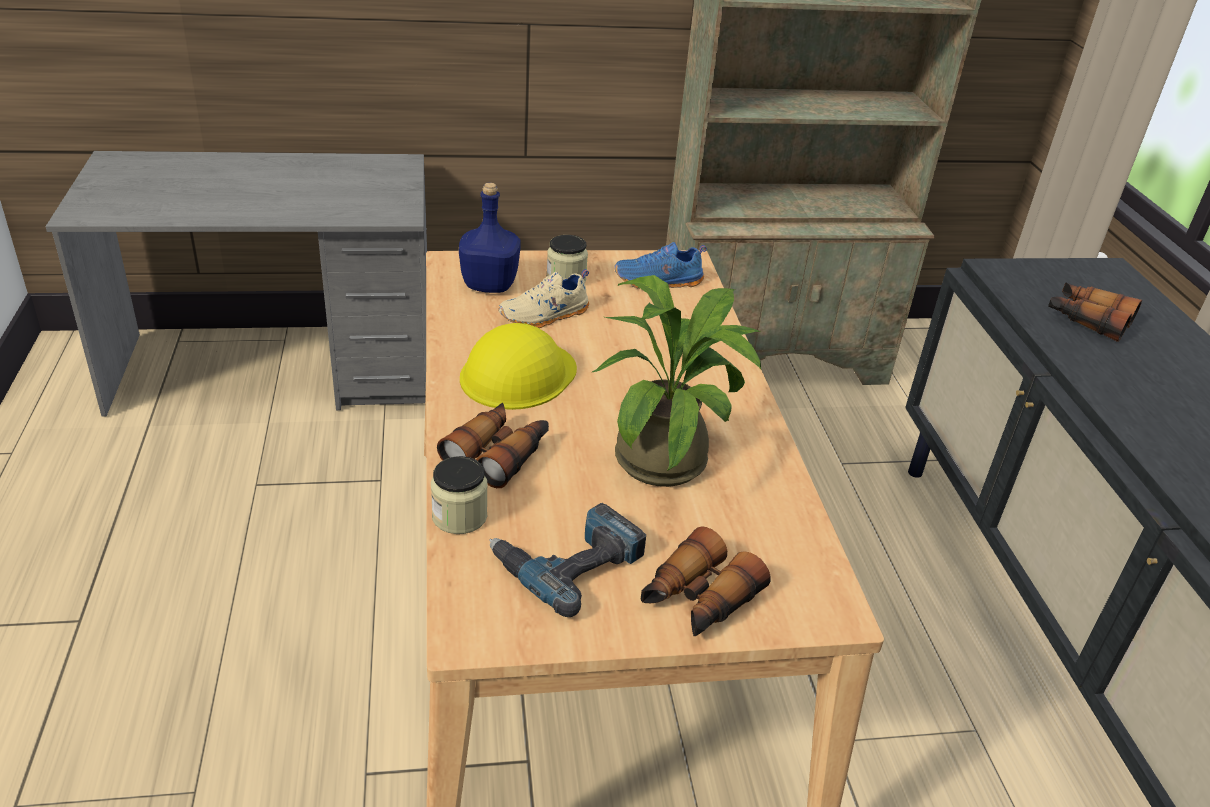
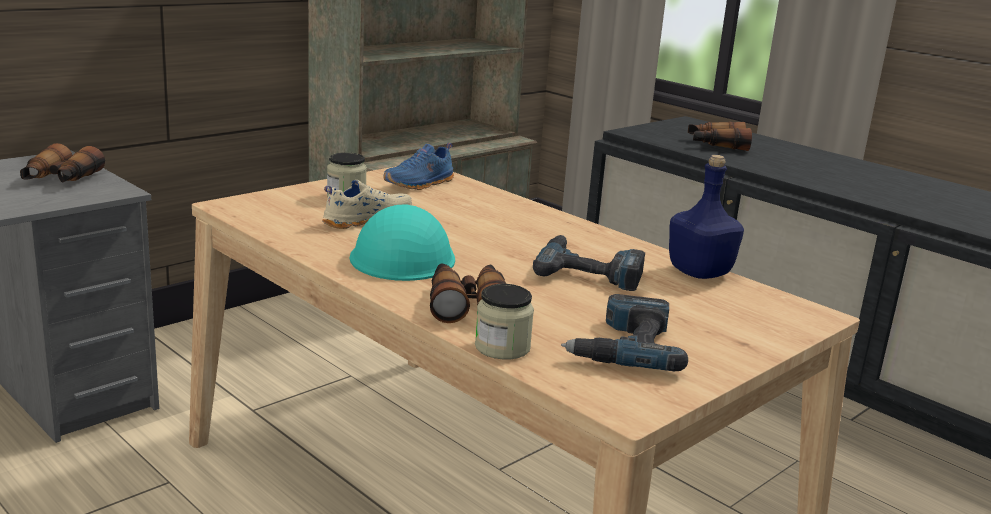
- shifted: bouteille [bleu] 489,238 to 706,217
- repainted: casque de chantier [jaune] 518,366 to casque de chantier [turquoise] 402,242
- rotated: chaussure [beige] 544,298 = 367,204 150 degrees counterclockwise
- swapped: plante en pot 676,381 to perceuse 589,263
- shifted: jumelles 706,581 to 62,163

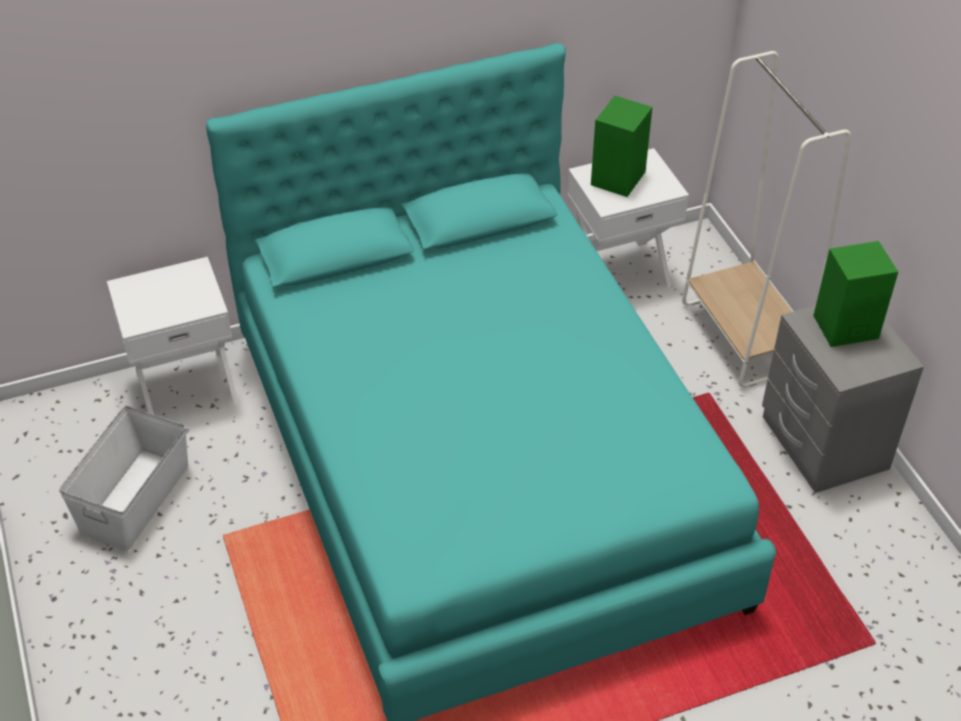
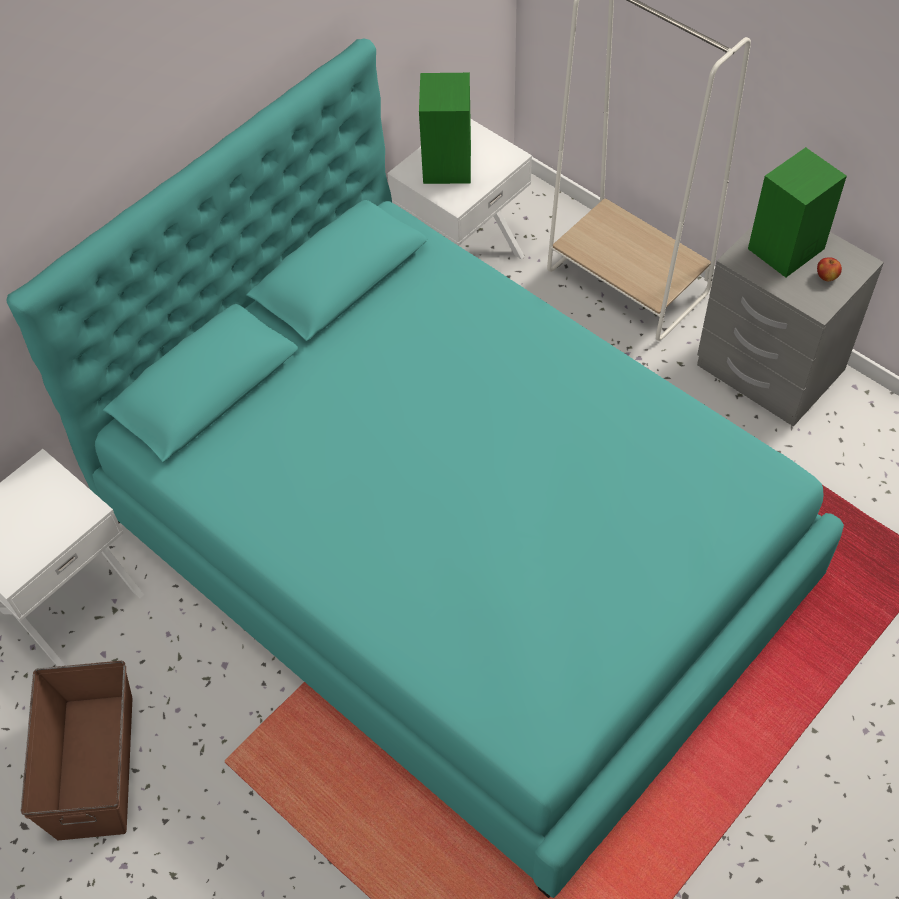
- repainted: boîte de rangement [blanc] 123,478 to boîte de rangement [marron] 76,750
- new: pomme 829,269

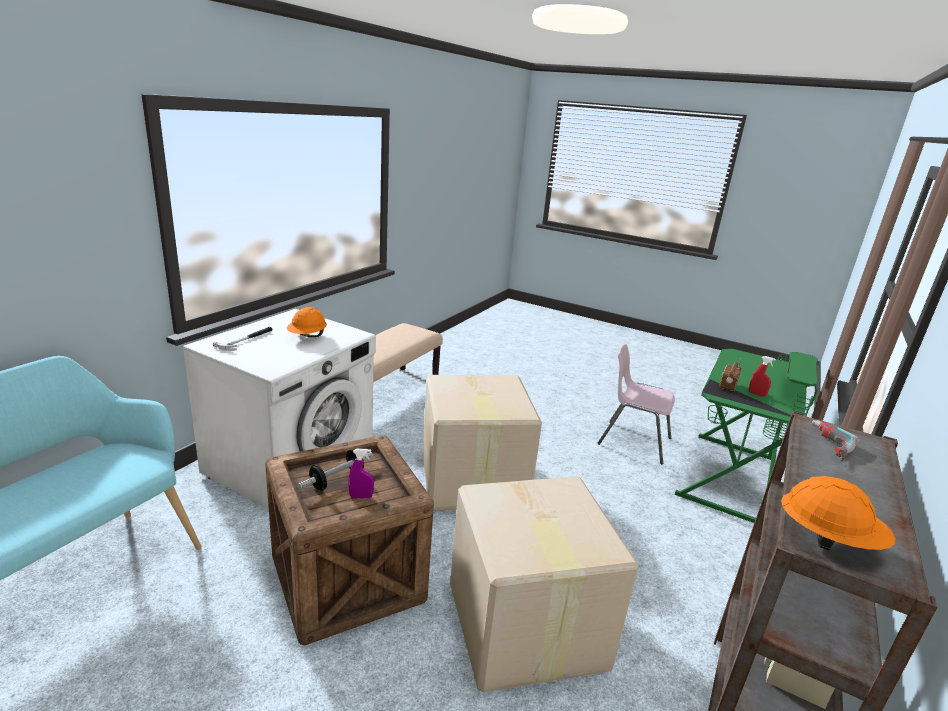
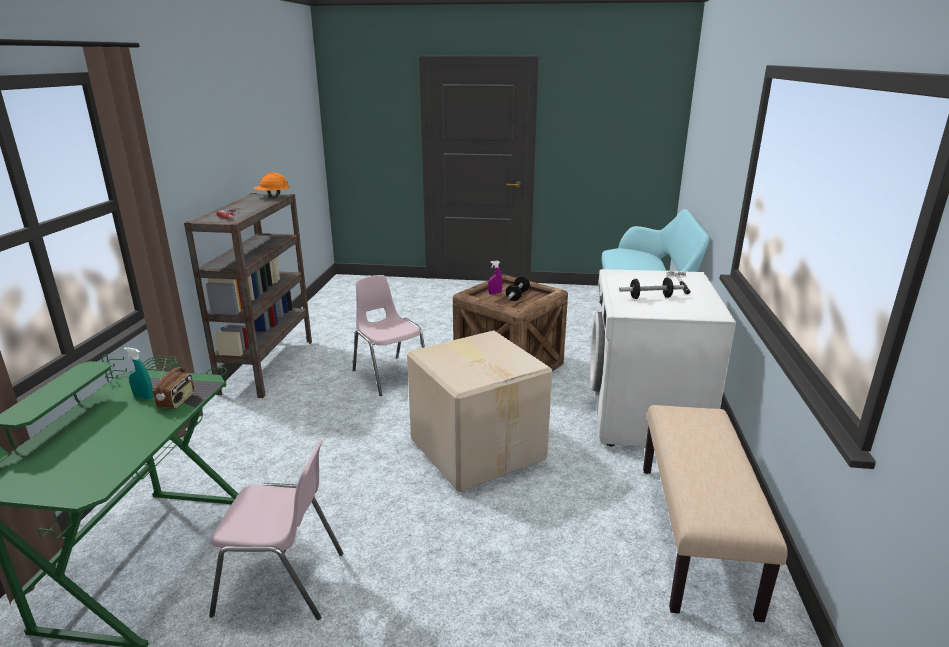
- swapped: casque de chantier [orange] 307,322 to haltère 651,288
- swapped: carton 544,584 to chaise [rose] 389,335
- repainted: vaporisateur [rouge] 762,376 to vaporisateur [turquoise] 139,374

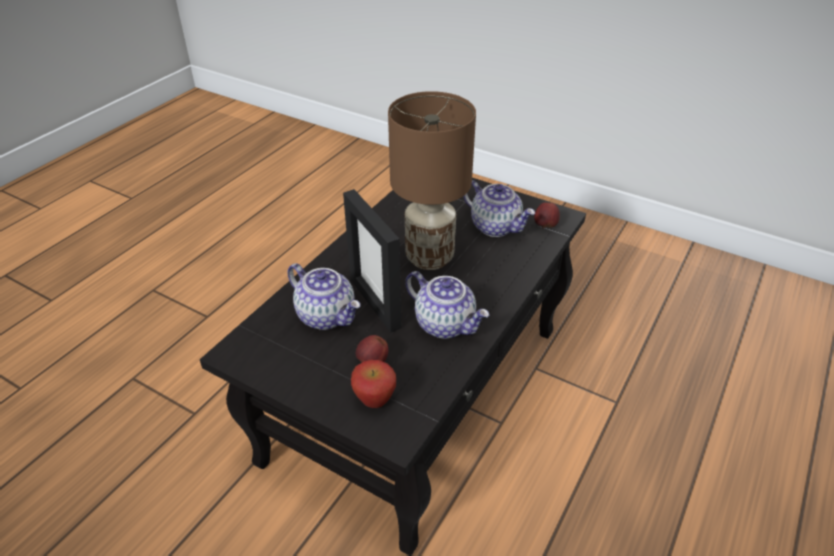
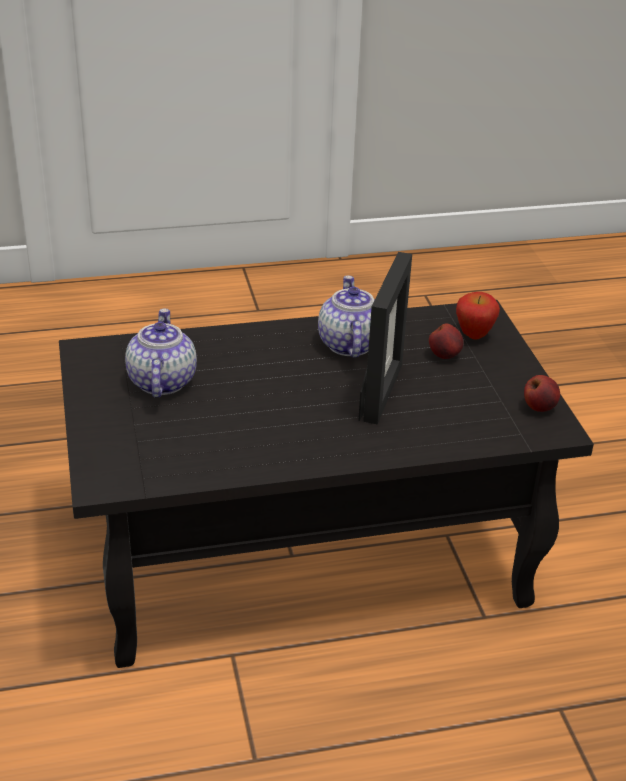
- gone: théière 323,296
- gone: lampe de table [marron] 432,180
- shifted: pomme 547,215 to 542,393

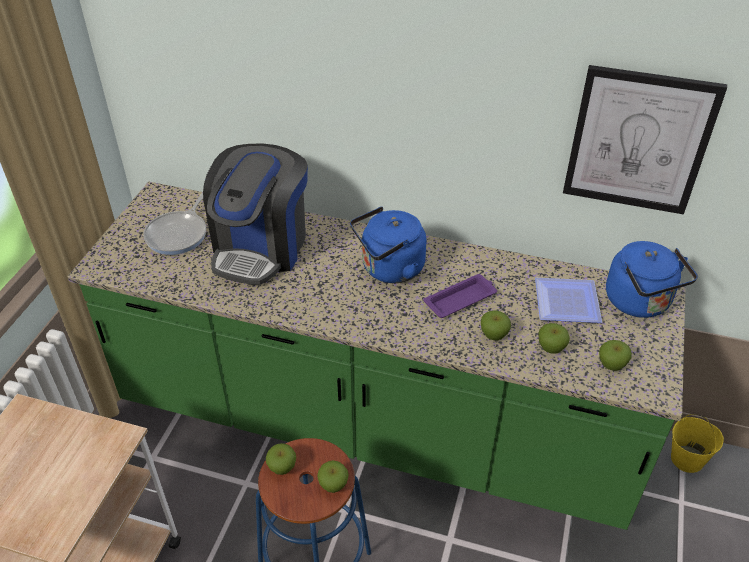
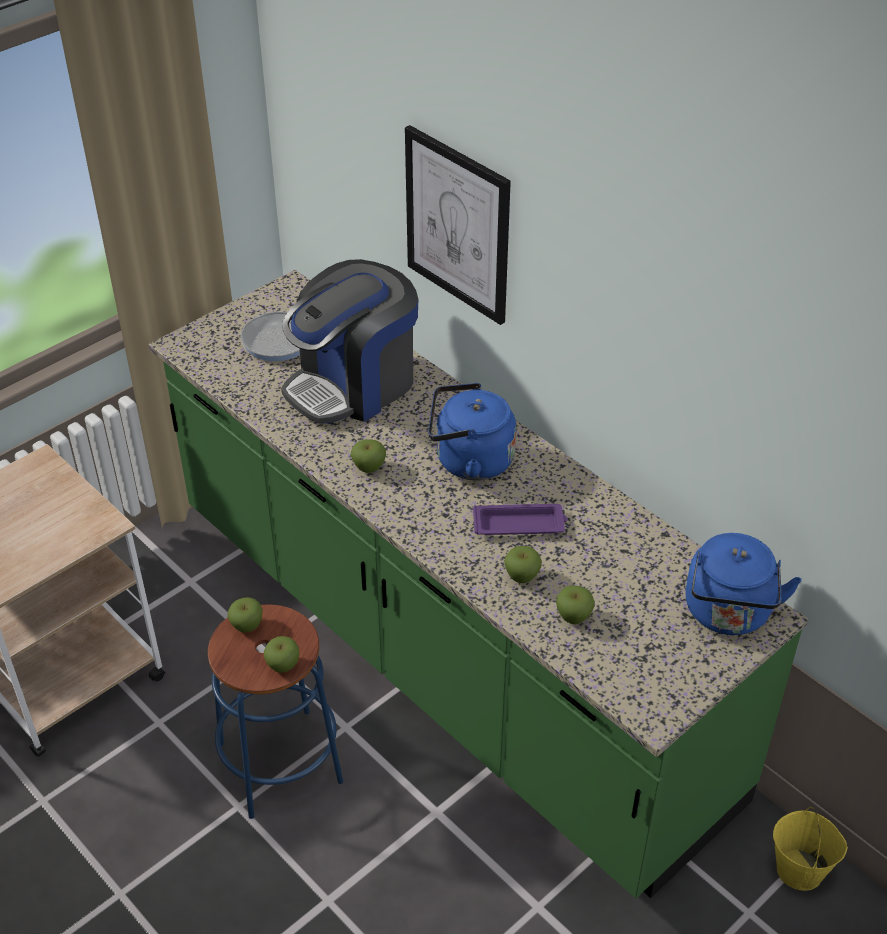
- gone: assiette 568,300
- shifted: tableau 645,140 to 458,225
- shifted: pomme 615,355 to 368,456

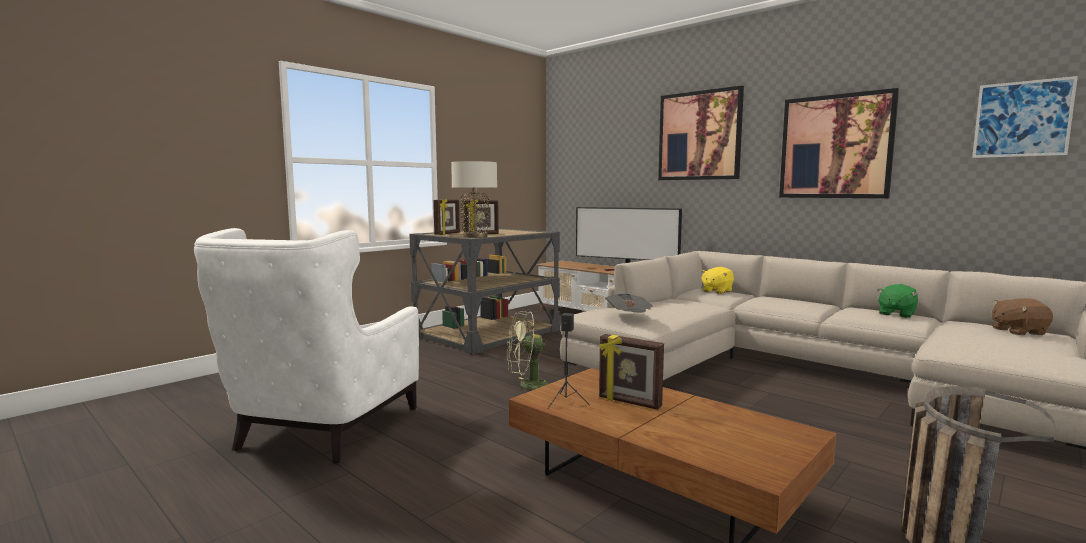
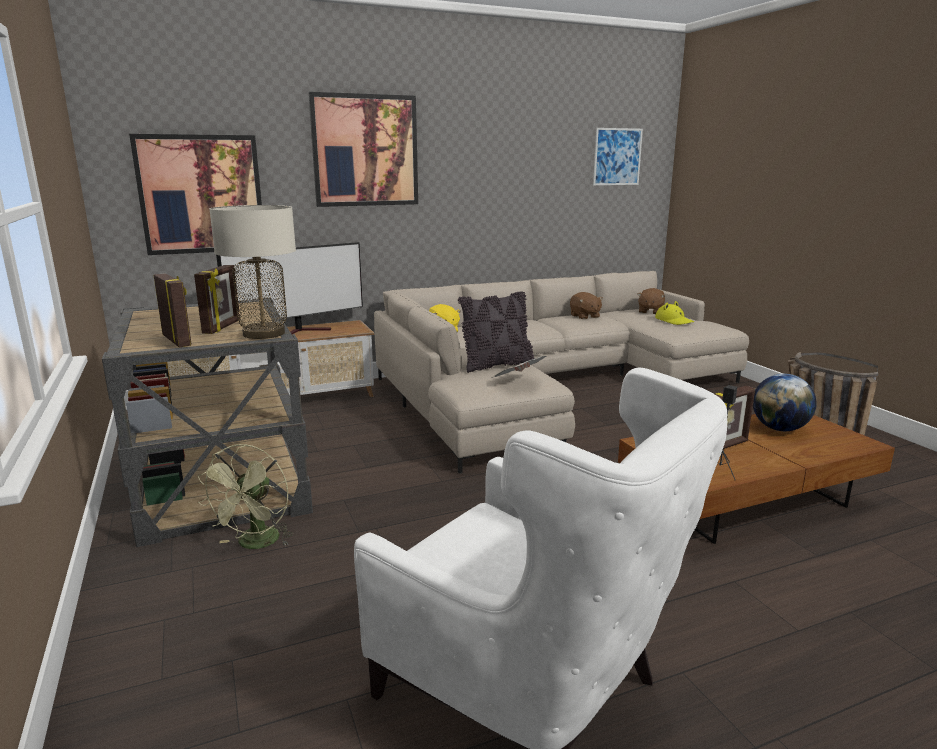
- shifted: ventilateur [vert] 527,350 to 246,496
- shifted: tableau 839,143 to 195,194
- repainted: peluche [vert] 897,301 to peluche [marron] 586,305
- new: coussin [noir] 496,332
- new: chapeau [jaune] 674,313
- new: globe 785,402

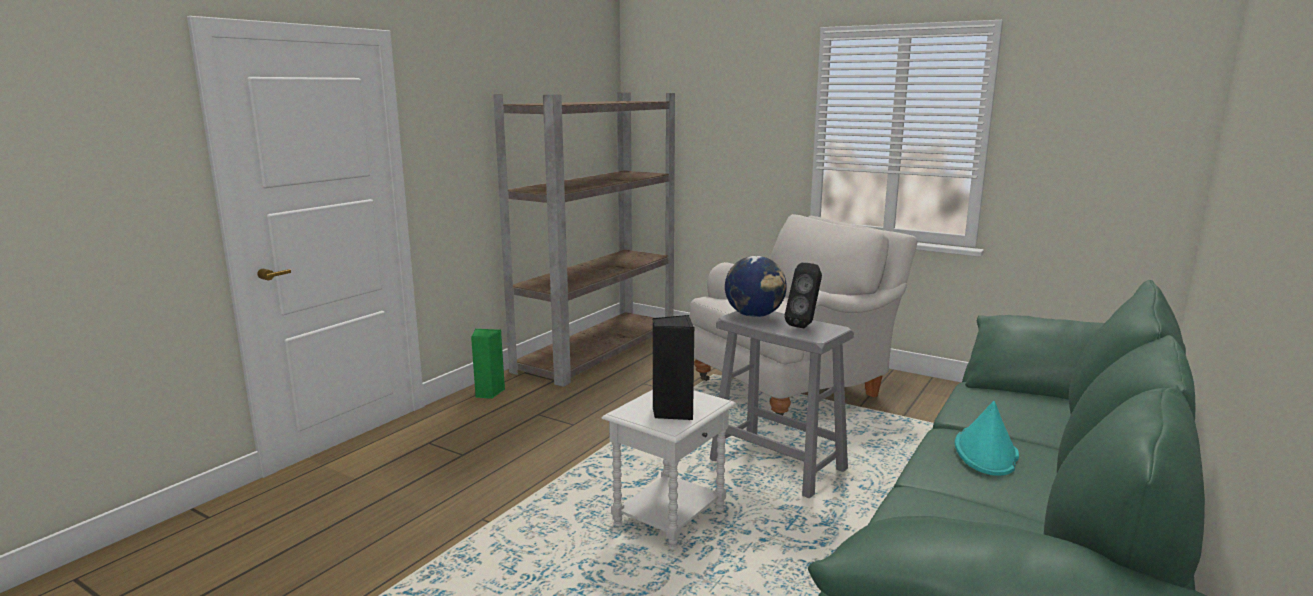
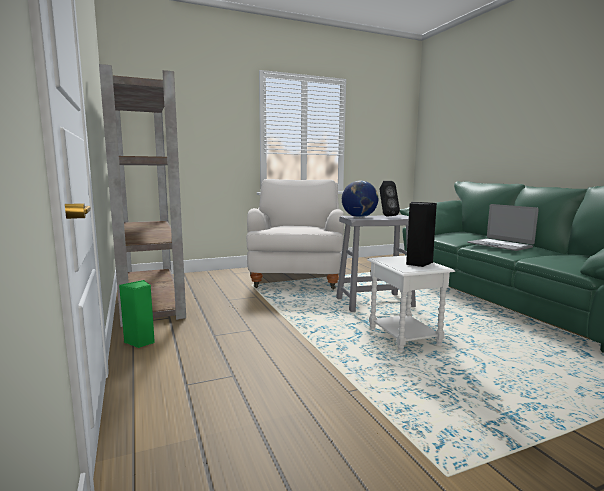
- swapped: chapeau [turquoise] 987,438 to ordinateur portable 503,227

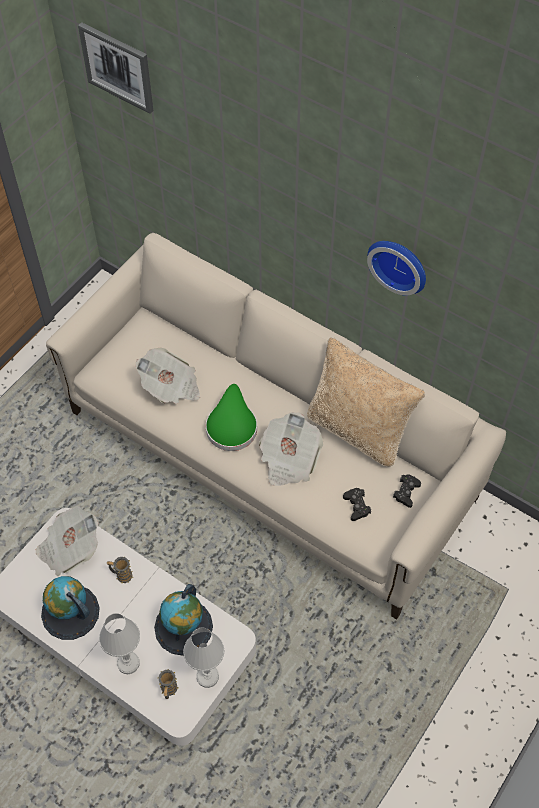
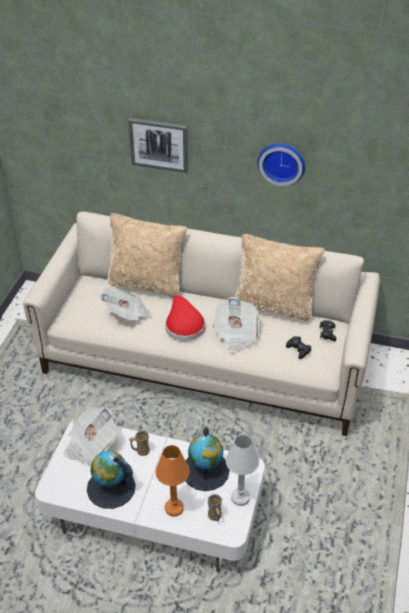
- shifted: tableau 115,68 to 158,145
- repainted: lampe de table [blanc] 119,643 to lampe de table [orange] 173,481
- repainted: chapeau [vert] 231,417 to chapeau [rouge] 185,318
- new: coussin [beige] 148,255

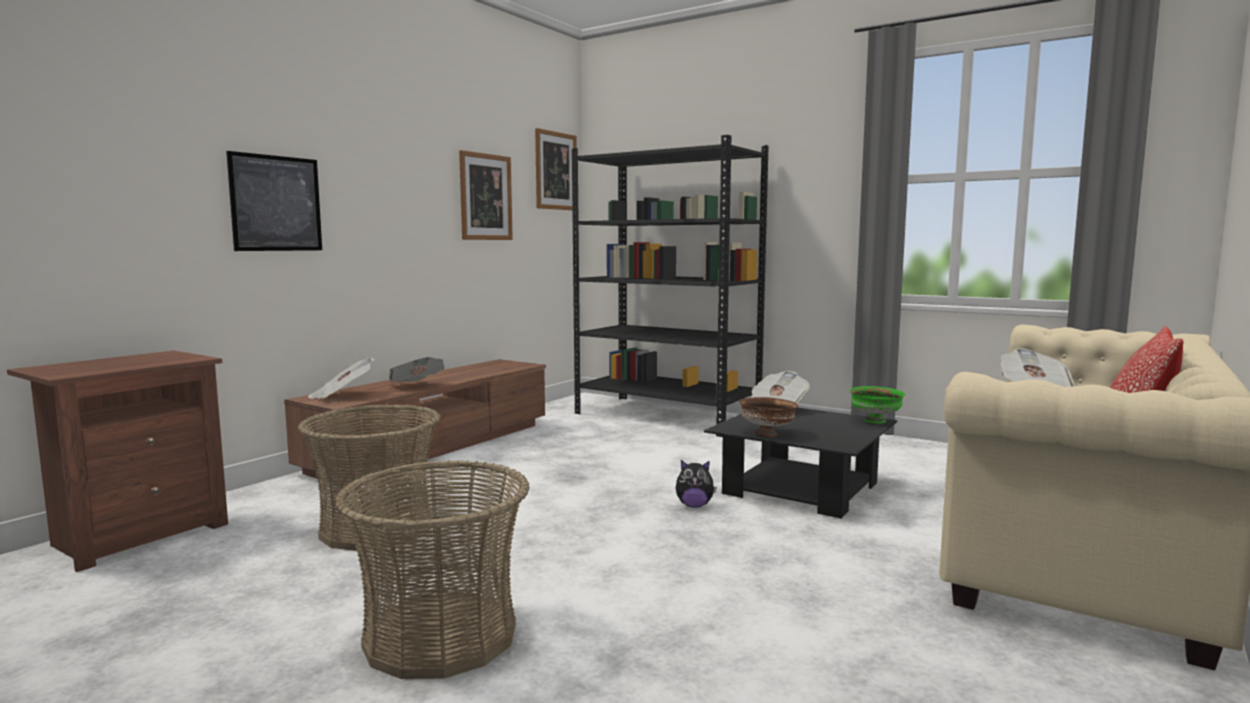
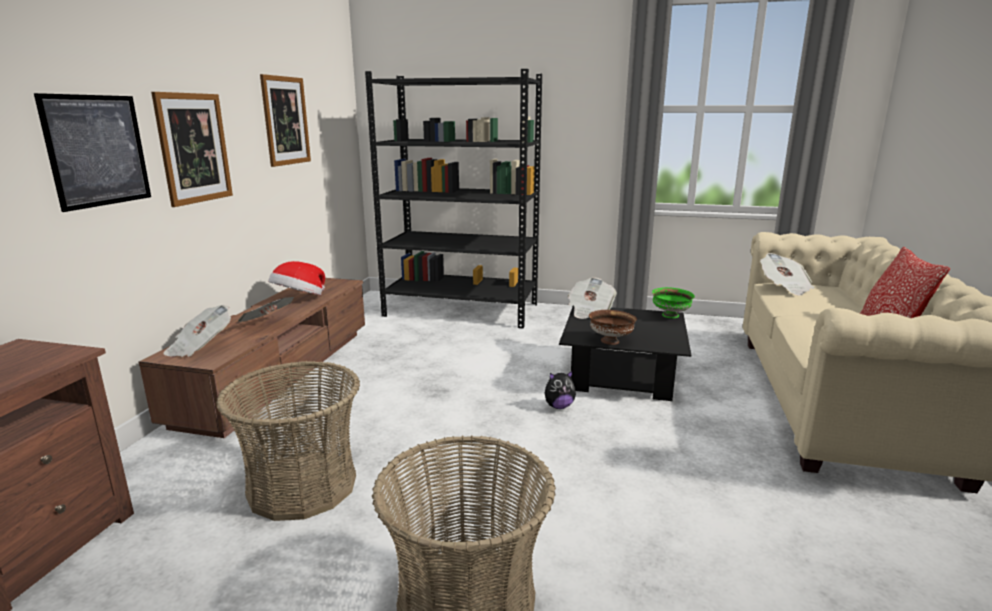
- shifted: tableau 556,169 to 192,149
- new: chapeau 296,278

